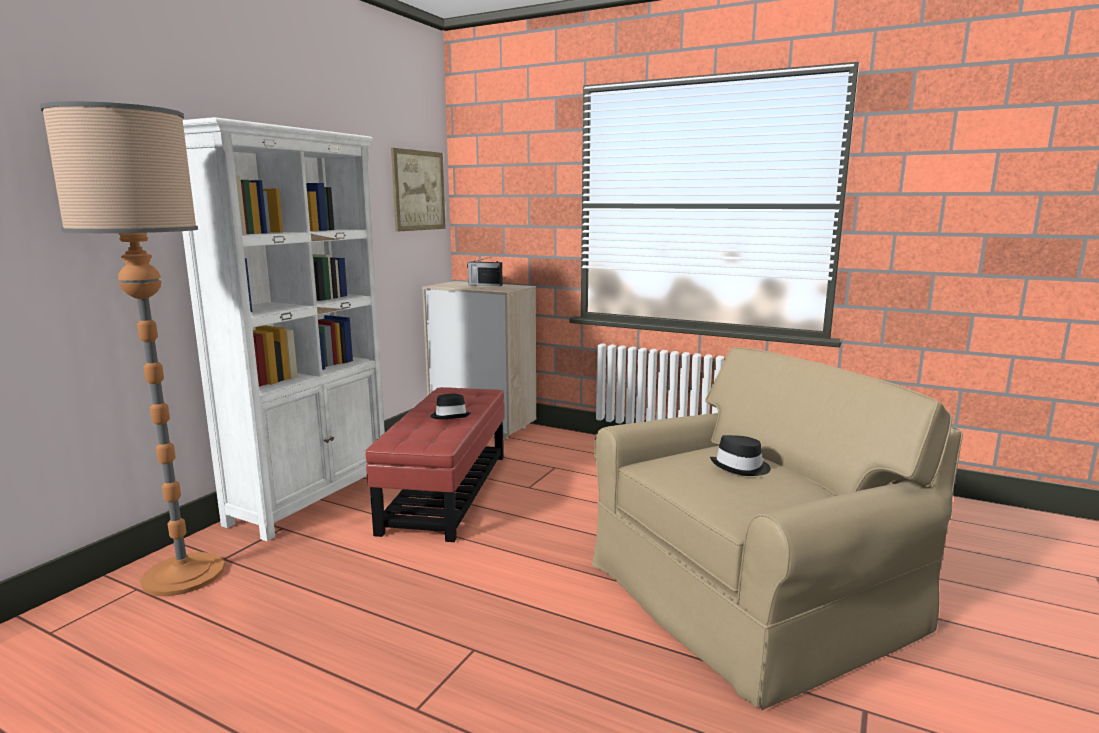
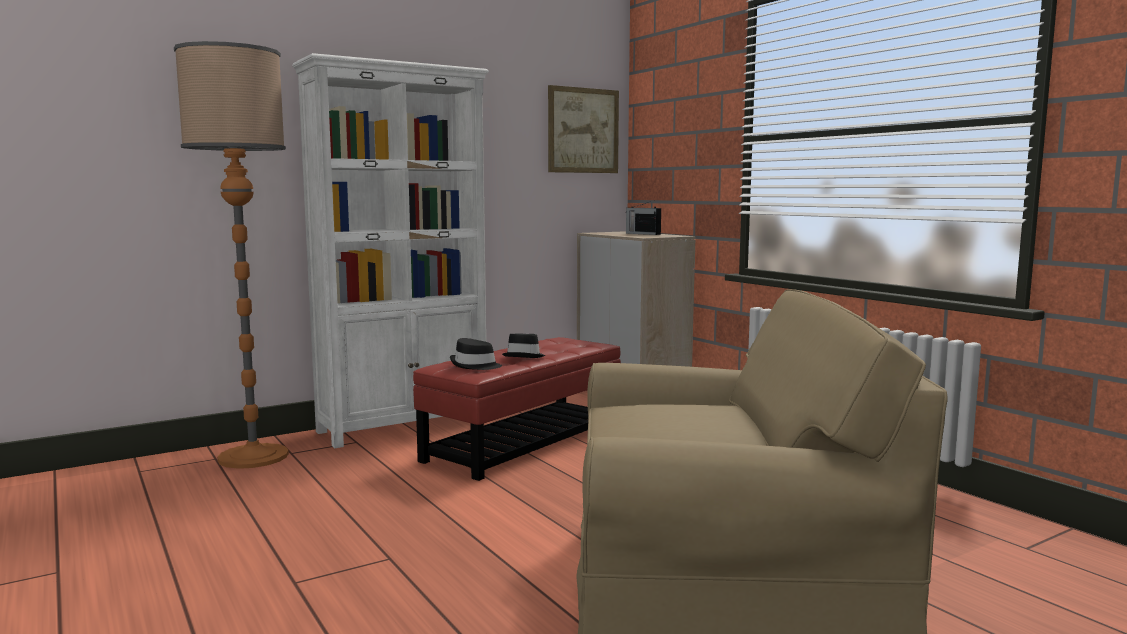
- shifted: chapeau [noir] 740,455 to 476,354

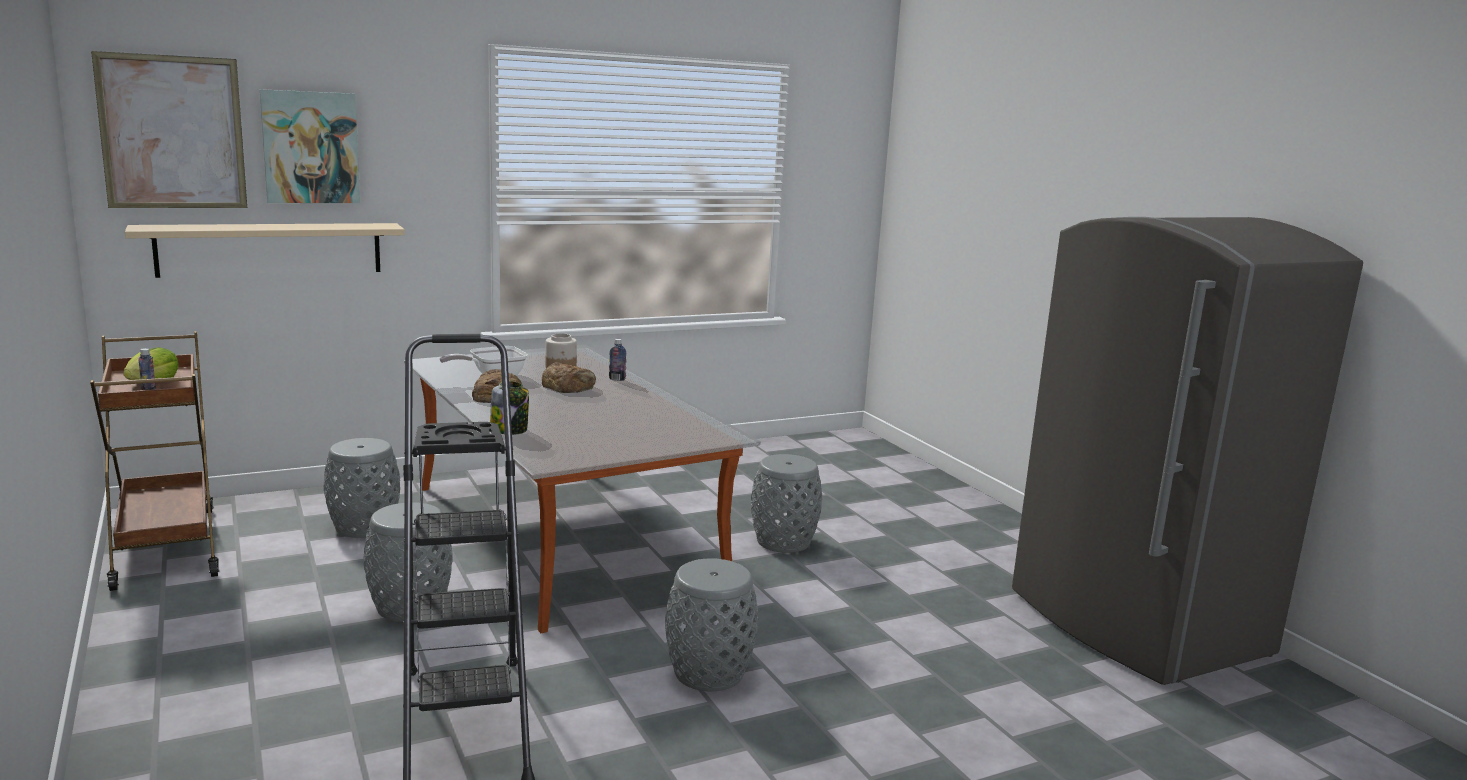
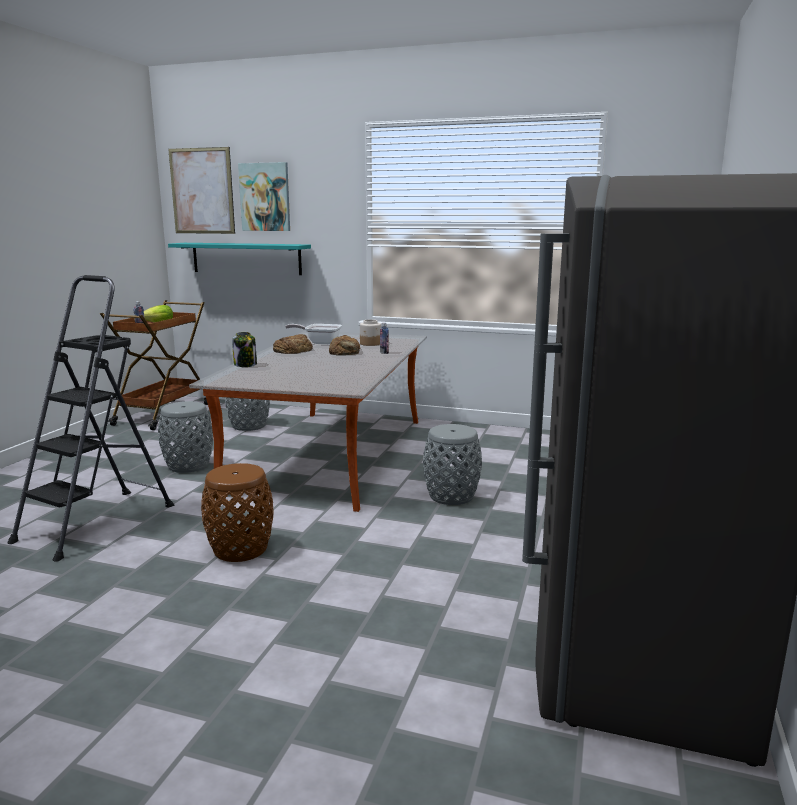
- repainted: étagère [beige] 265,250 to étagère [turquoise] 239,259
- repainted: tabouret [gris] 711,624 to tabouret [marron] 237,512

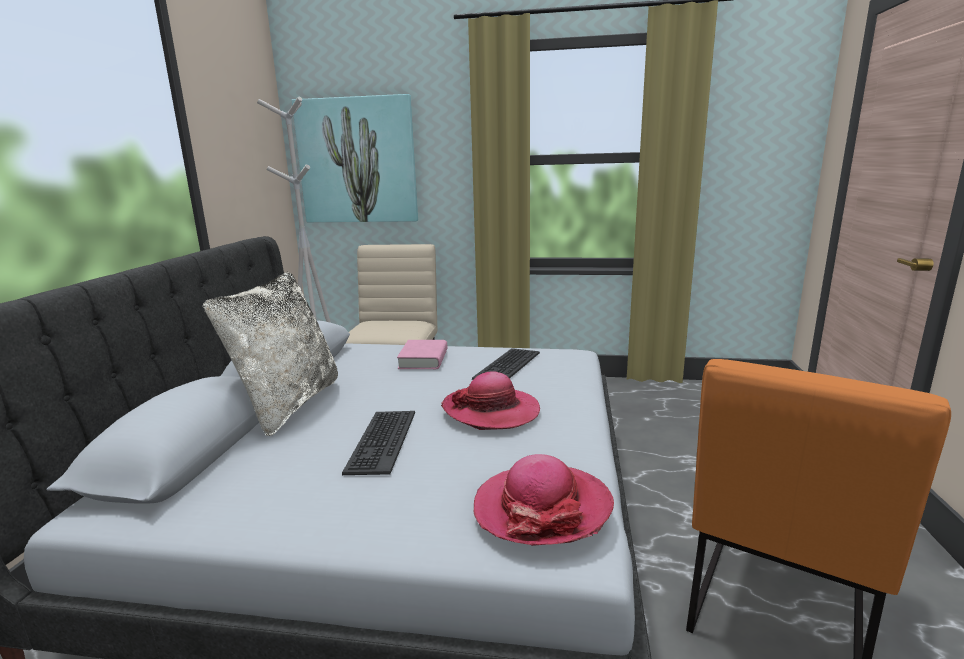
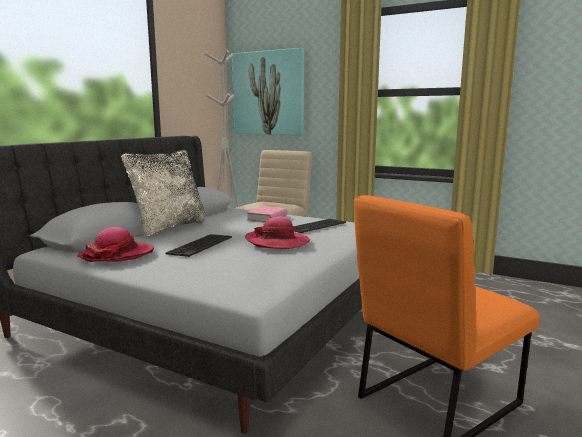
- shifted: chapeau 544,500 to 116,244

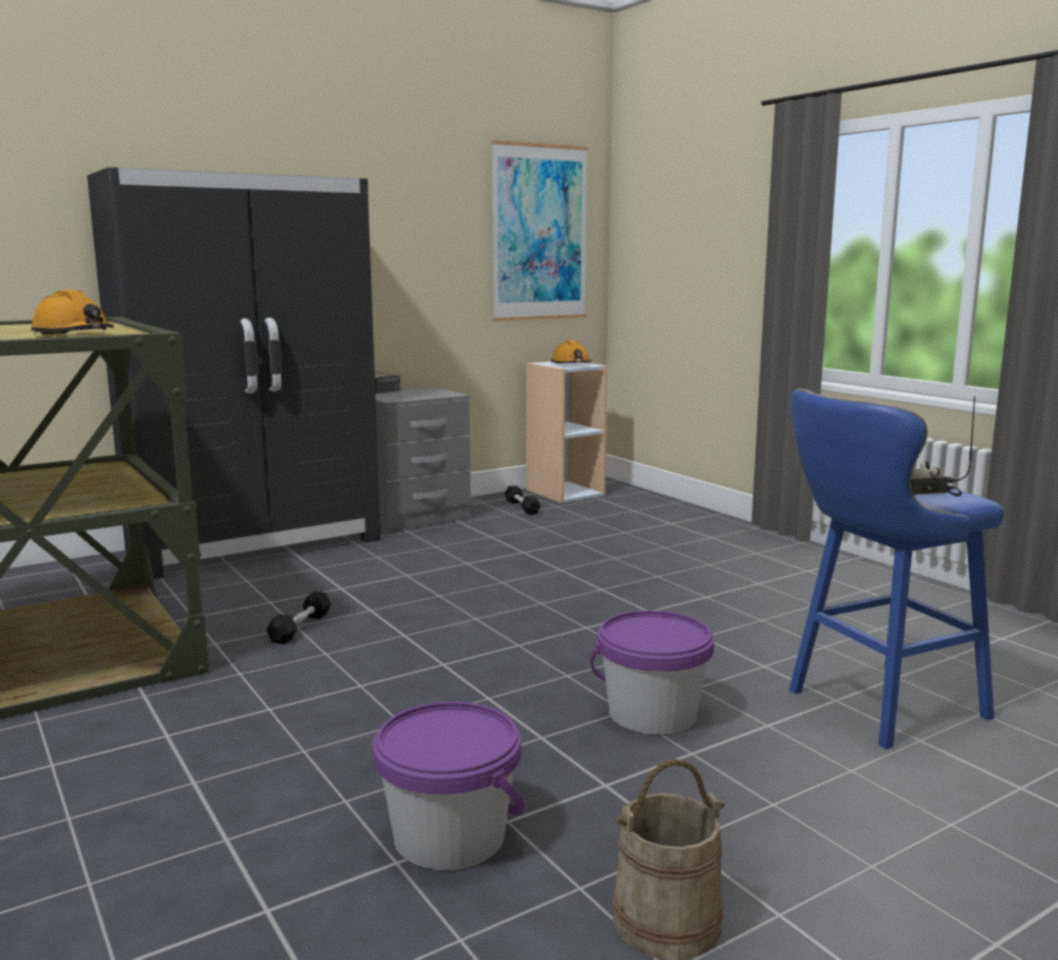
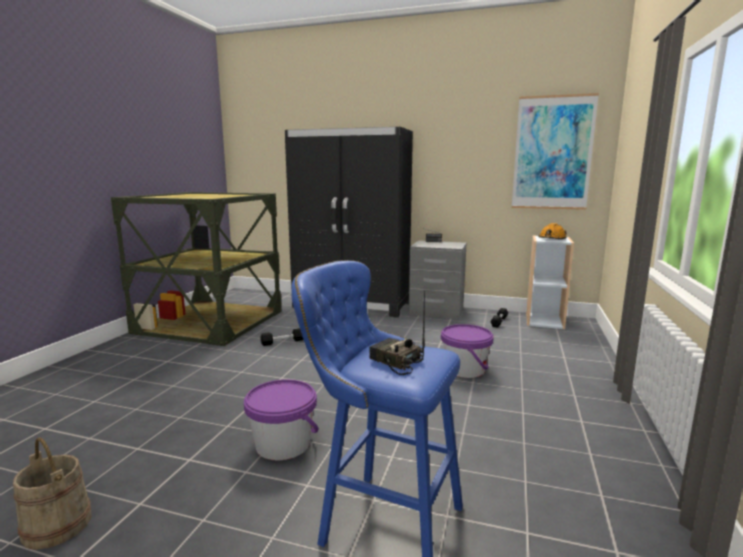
- gone: casque de chantier [orange] 72,312
- shifted: seau [violet] 449,786 to 467,351

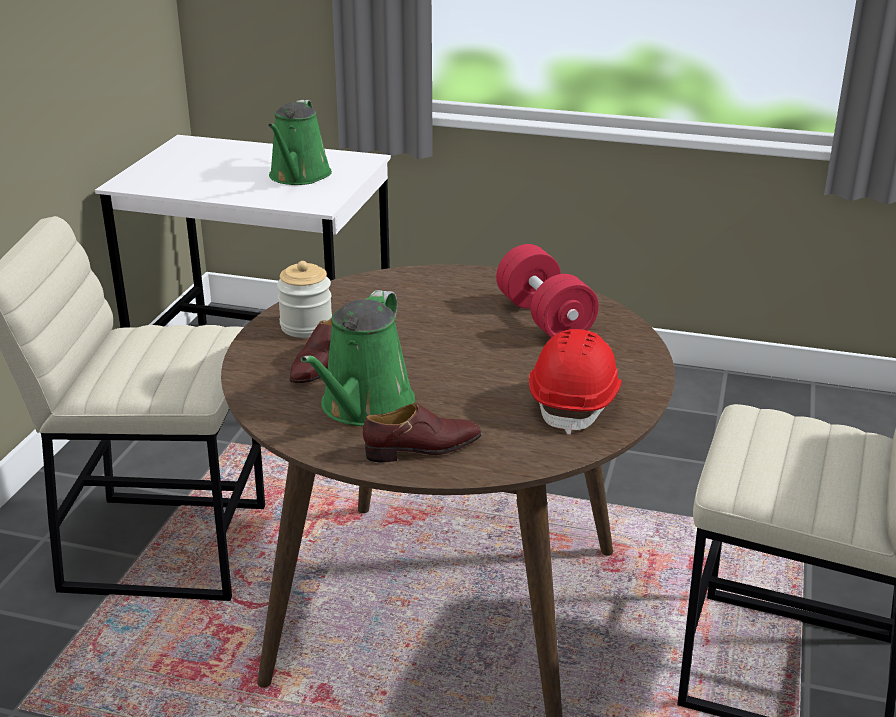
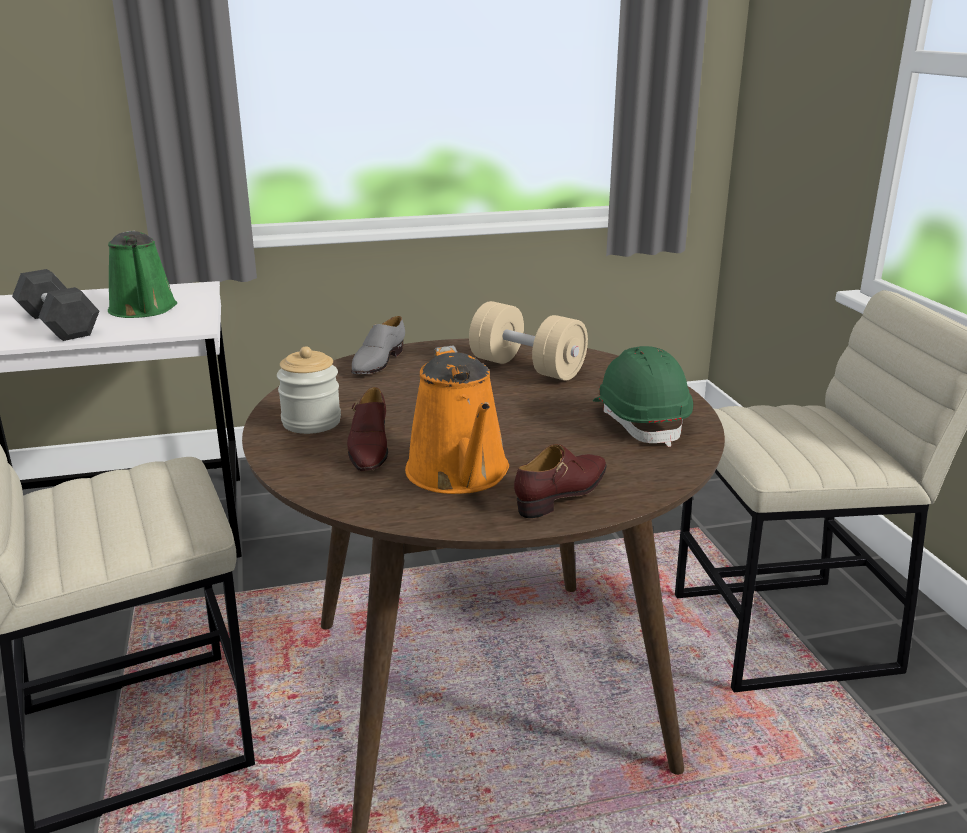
- repainted: arrosoir [vert] 357,358 to arrosoir [orange] 457,419
- repainted: haltère [rouge] 547,291 to haltère [beige] 528,341
- repainted: casque de chantier [rouge] 575,382 to casque de chantier [vert] 643,396
- new: haltère [noir] 55,305
- new: chaussure [gris] 378,345

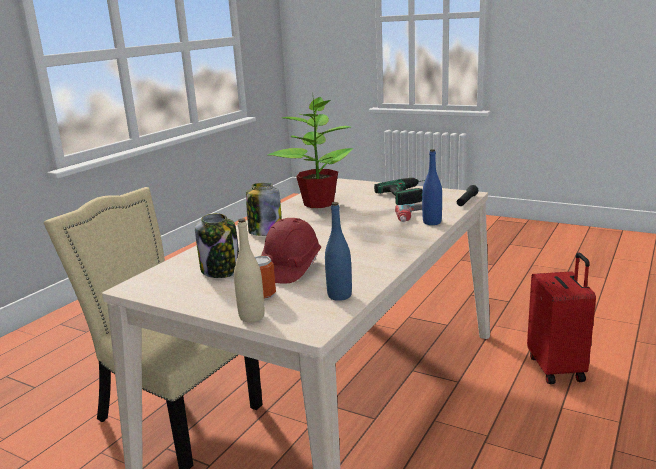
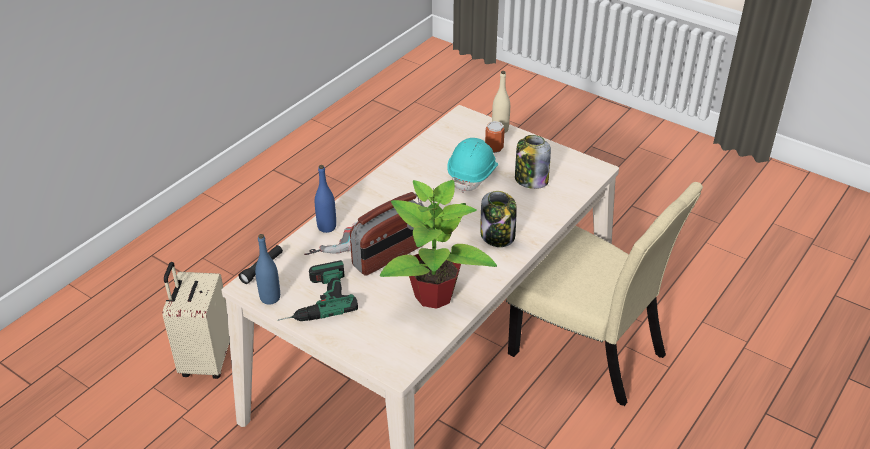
- repainted: casque de chantier [rouge] 291,251 to casque de chantier [turquoise] 472,165
- shifted: bouteille [bleu] 338,251 to 267,269
- repainted: valise [rouge] 561,318 to valise [beige] 196,320
- new: radio 387,234

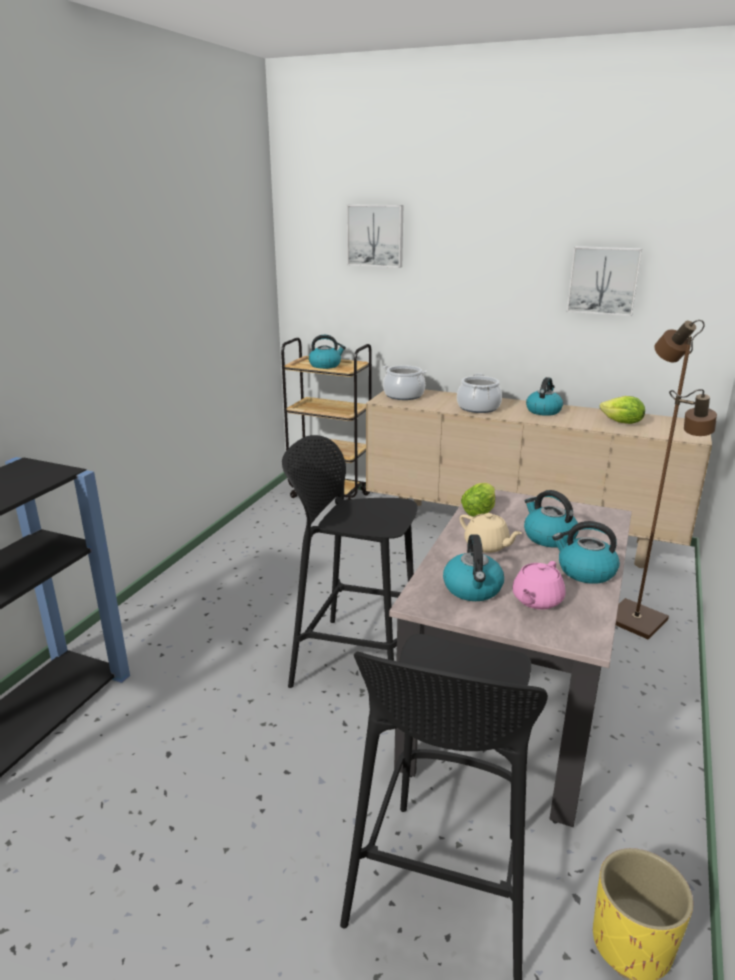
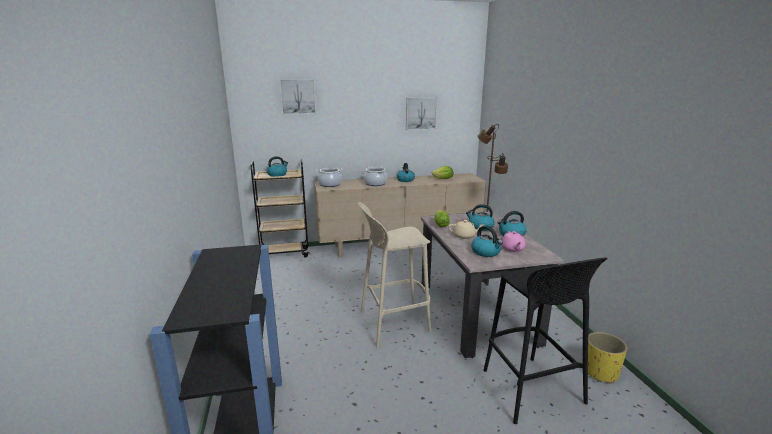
- repainted: tabouret [noir] 350,561 to tabouret [beige] 394,275

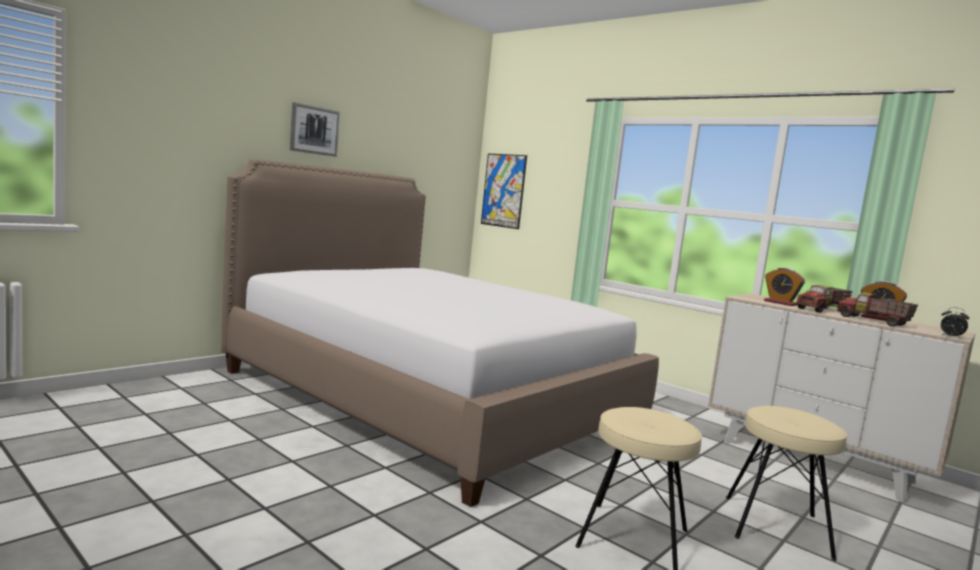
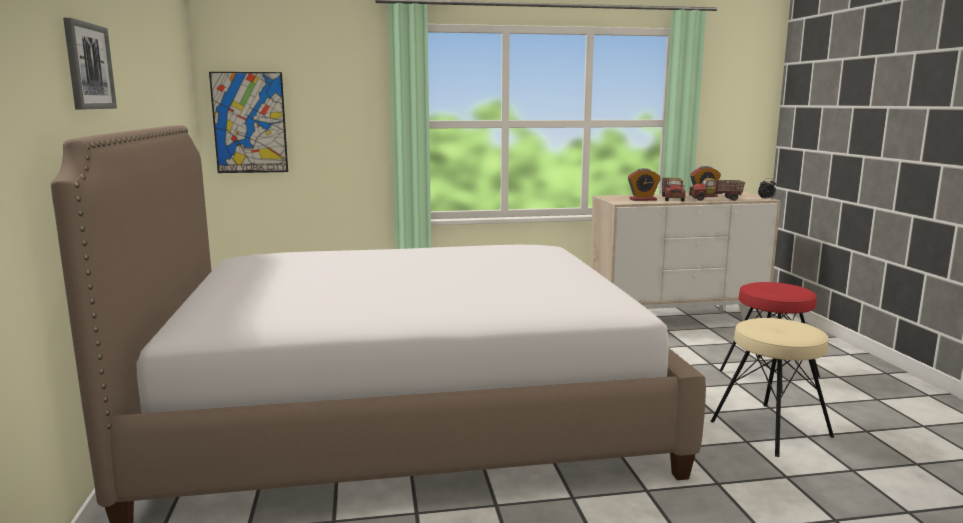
- repainted: tabouret [beige] 786,483 to tabouret [rouge] 769,338

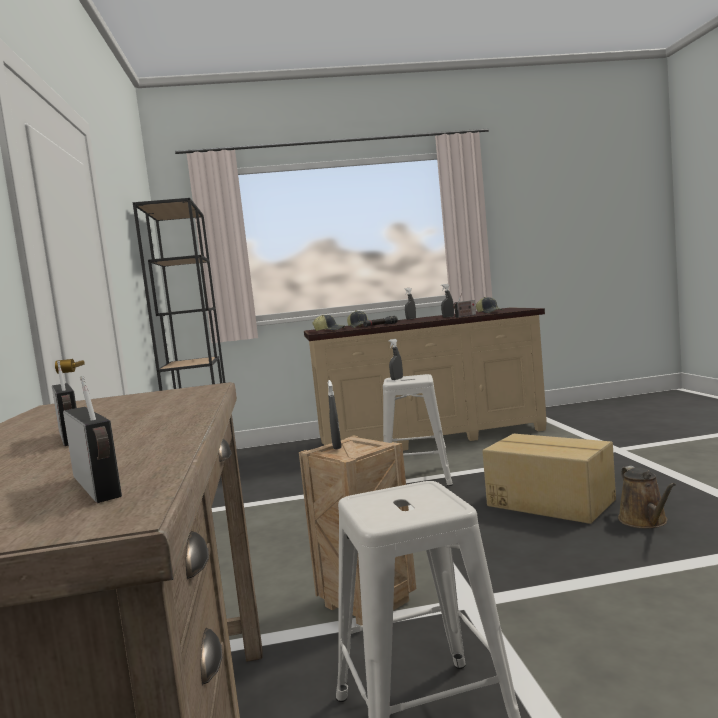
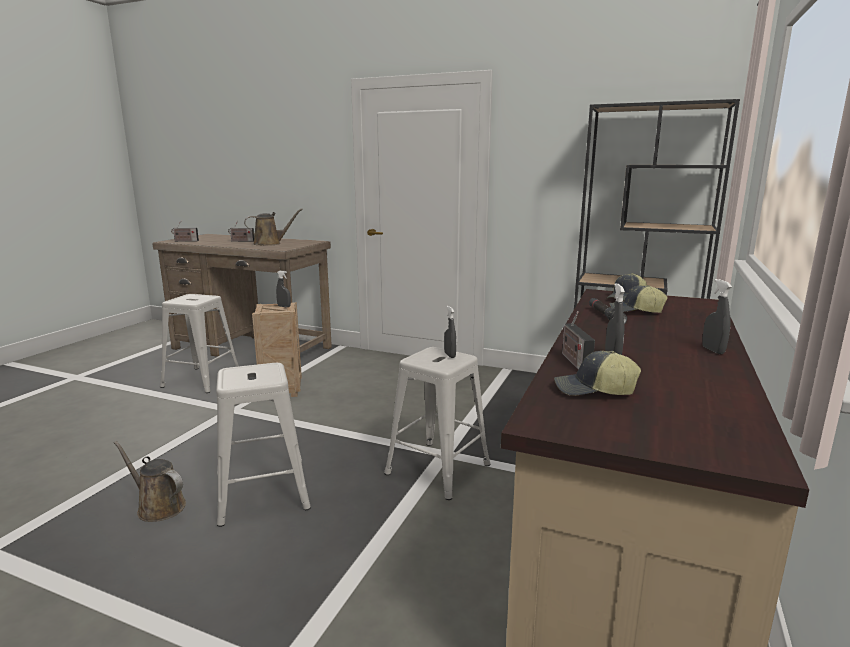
- swapped: carton 549,479 to tabouret [blanc] 263,445
- new: arrosoir [marron] 273,227

